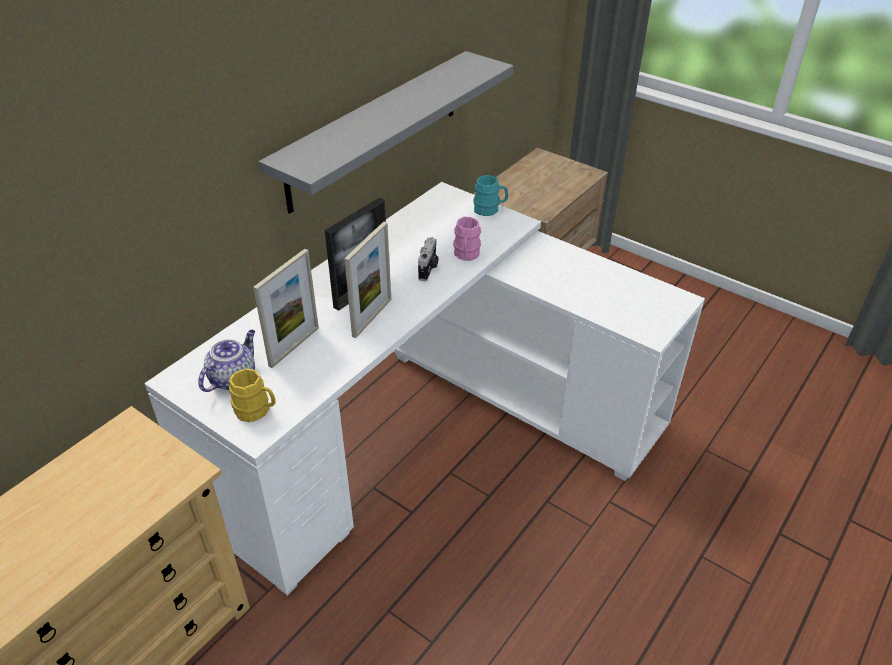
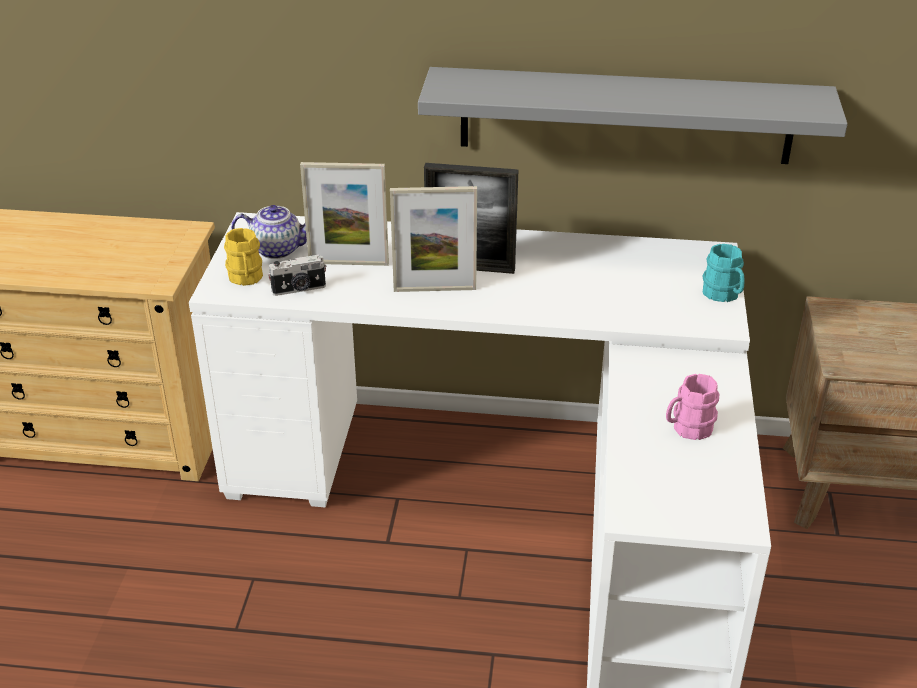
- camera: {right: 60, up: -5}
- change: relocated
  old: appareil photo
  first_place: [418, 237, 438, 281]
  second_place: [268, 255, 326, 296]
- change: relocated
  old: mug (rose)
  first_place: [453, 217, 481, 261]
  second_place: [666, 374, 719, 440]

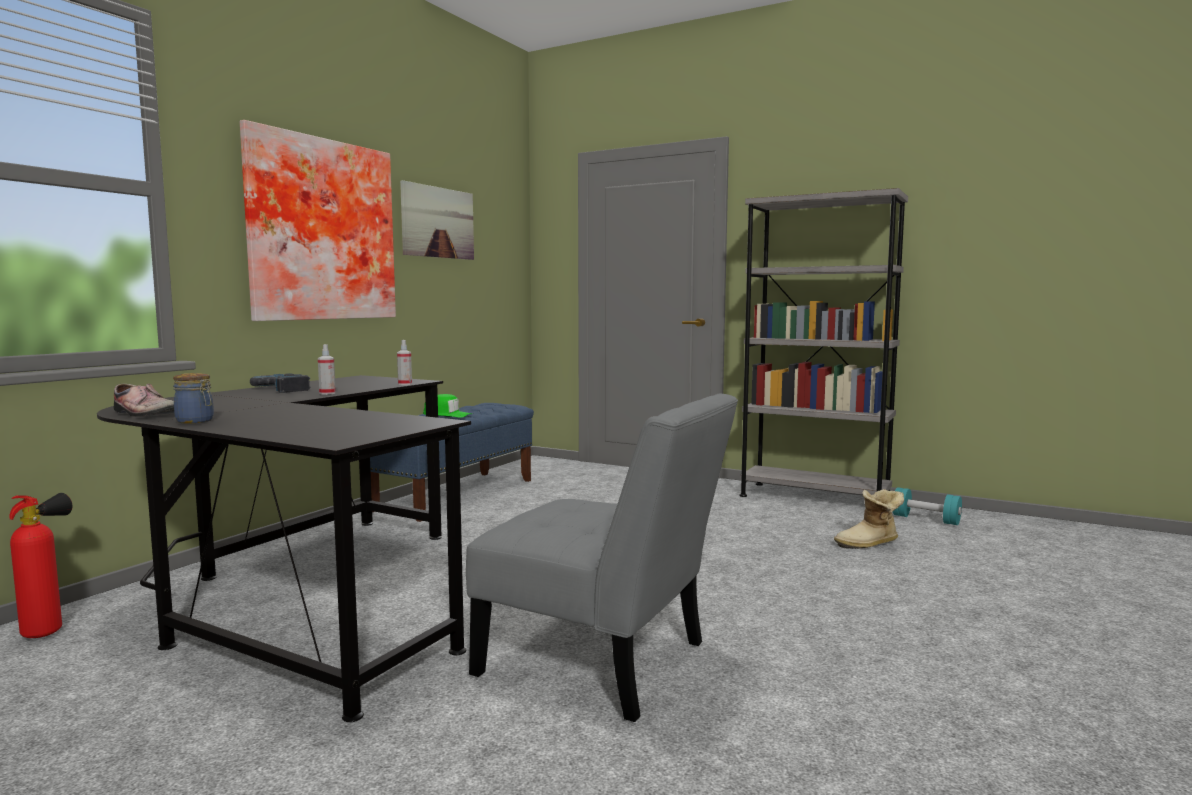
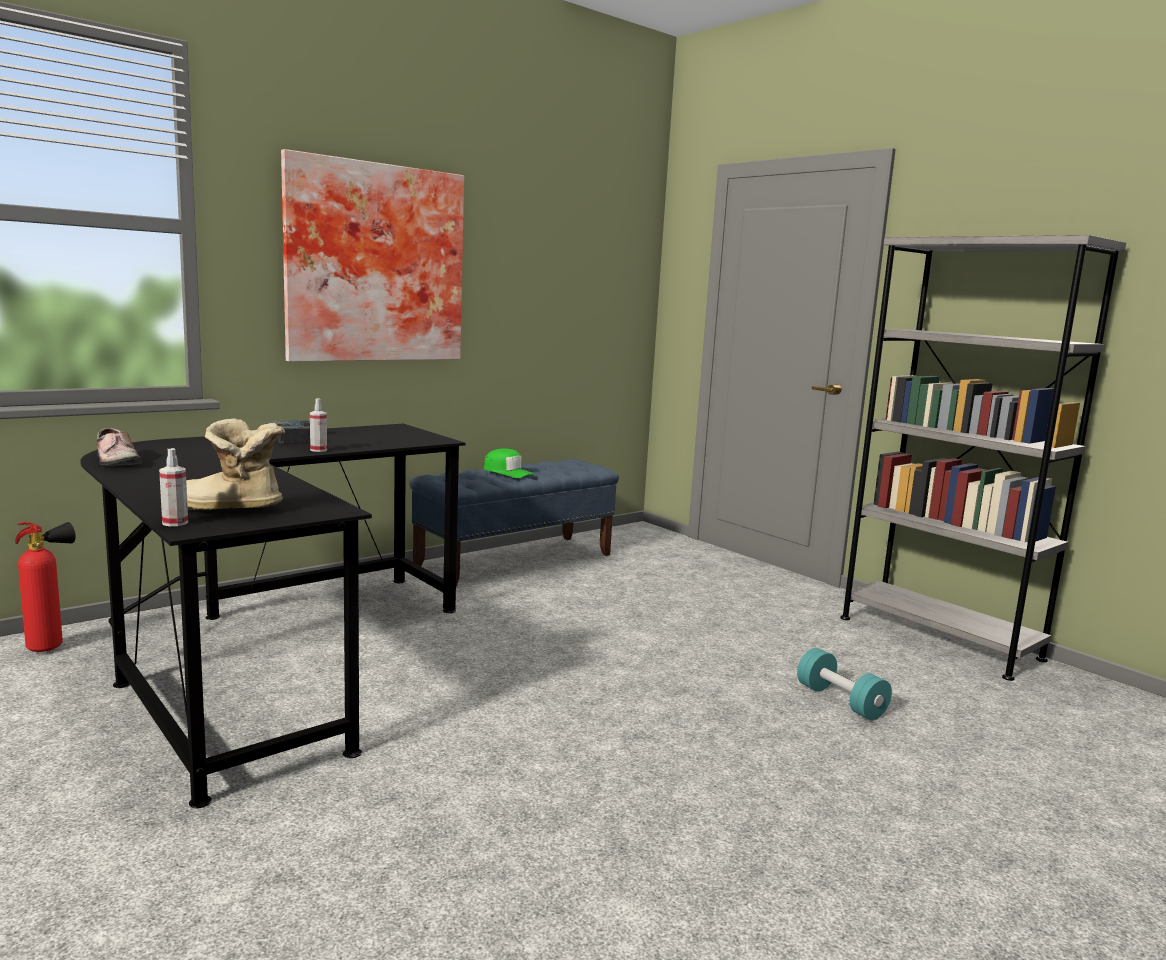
- camera: {right: 20, up: 5}
- change: relocated
  old: vaporisateur
  first_place: [397, 340, 412, 385]
  second_place: [159, 448, 188, 526]
- change: relocated
  old: botte
  first_place: [834, 489, 904, 549]
  second_place: [186, 418, 285, 510]
- change: relocated
  old: haltère (turquoise)
  first_place: [893, 487, 962, 525]
  second_place: [797, 648, 892, 720]
- change: missing
  old: bocal
  first_place: [173, 373, 214, 423]
- change: missing
  old: tableau
  first_place: [400, 180, 474, 260]
- change: missing
  old: chaise (gris)
  first_place: [466, 394, 738, 722]

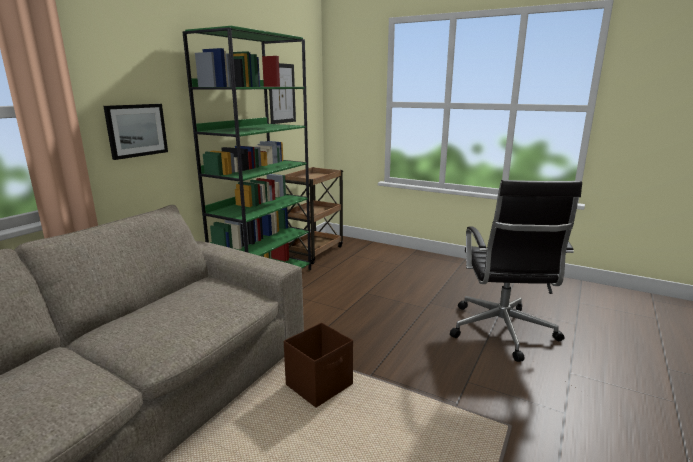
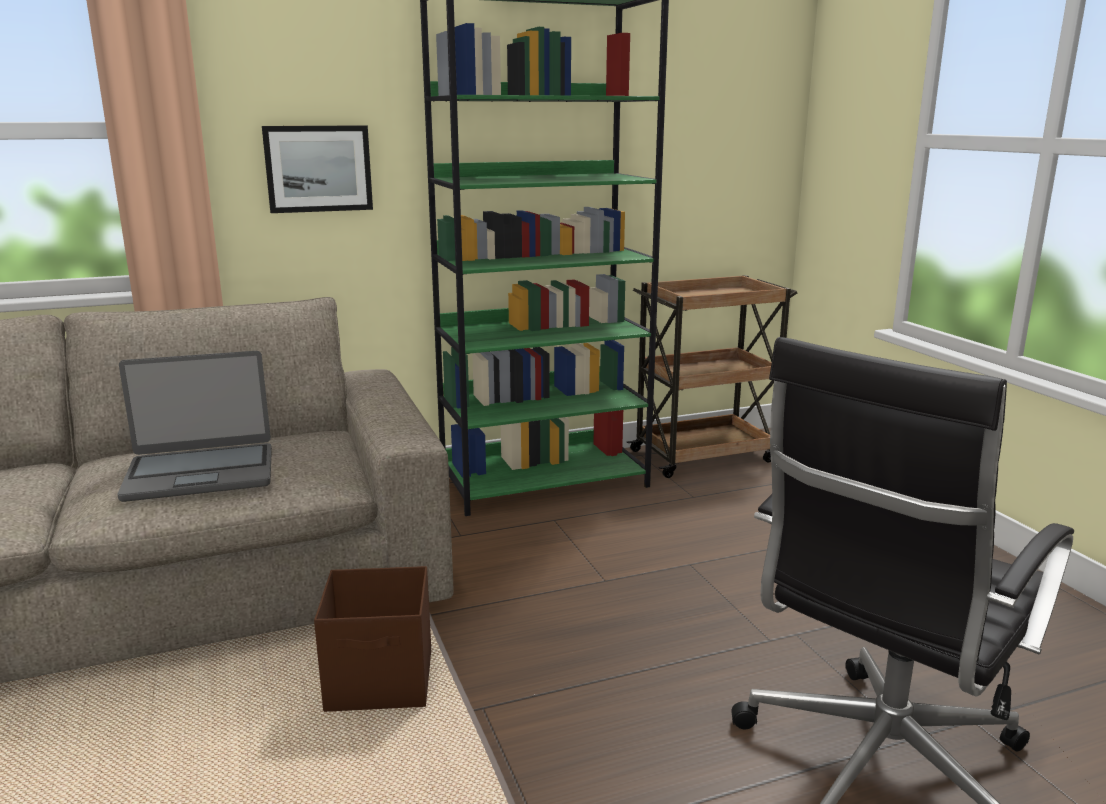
- camera: {right: 40, up: 0}
- change: appeared
  new: ordinateur portable
  second_place: [118, 351, 272, 502]
- change: missing
  old: tableau
  first_place: [269, 63, 296, 124]

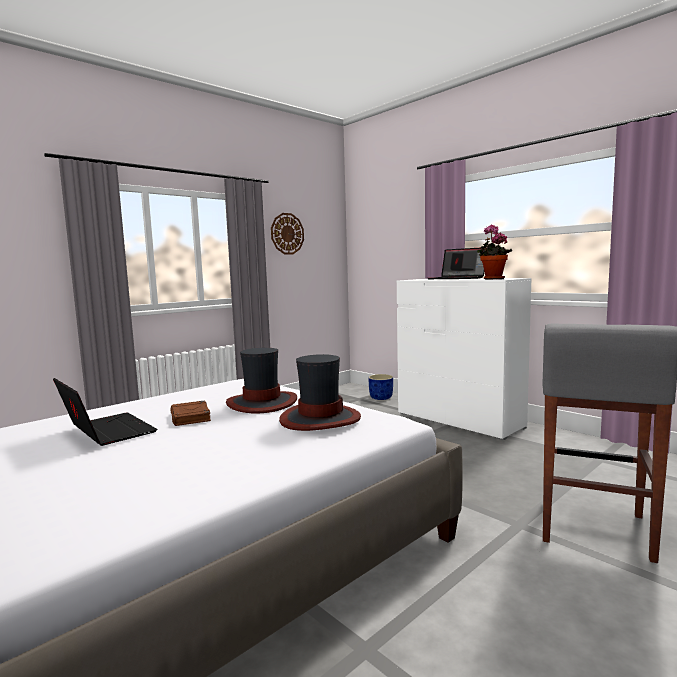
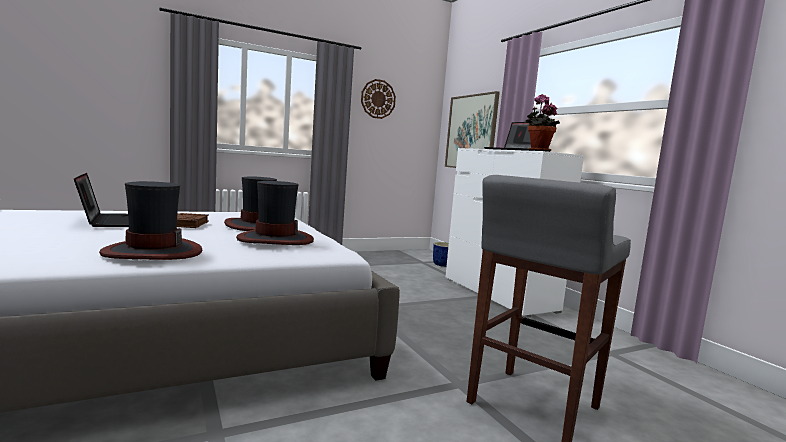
- camera: {right: 15, up: 0}
- change: appeared
  new: chapeau
  second_place: [99, 181, 202, 260]
- change: appeared
  new: tableau
  second_place: [445, 91, 500, 168]

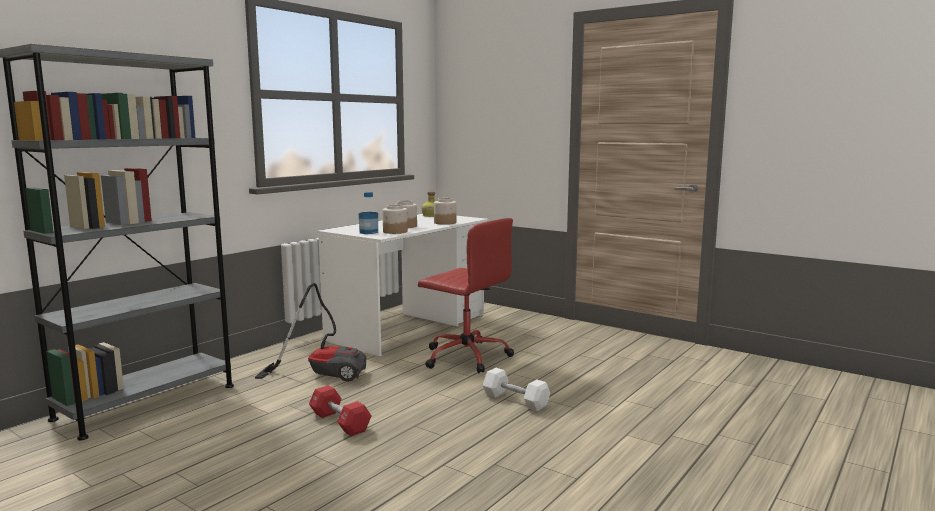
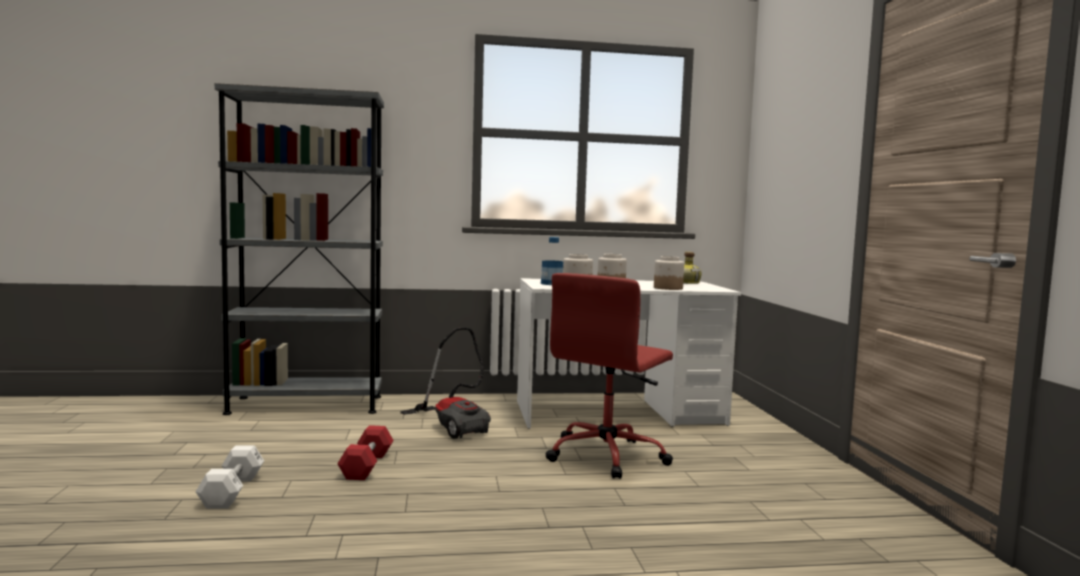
- camera: {right: 45, up: -5}
- change: relocated
  old: haltère (blanc)
  first_place: [483, 368, 550, 411]
  second_place: [196, 445, 264, 509]
- change: spun
  old: chaise de bureau (rouge)
  first_place: [418, 218, 514, 373]
  second_place: [546, 273, 673, 479]
  degrees: 45

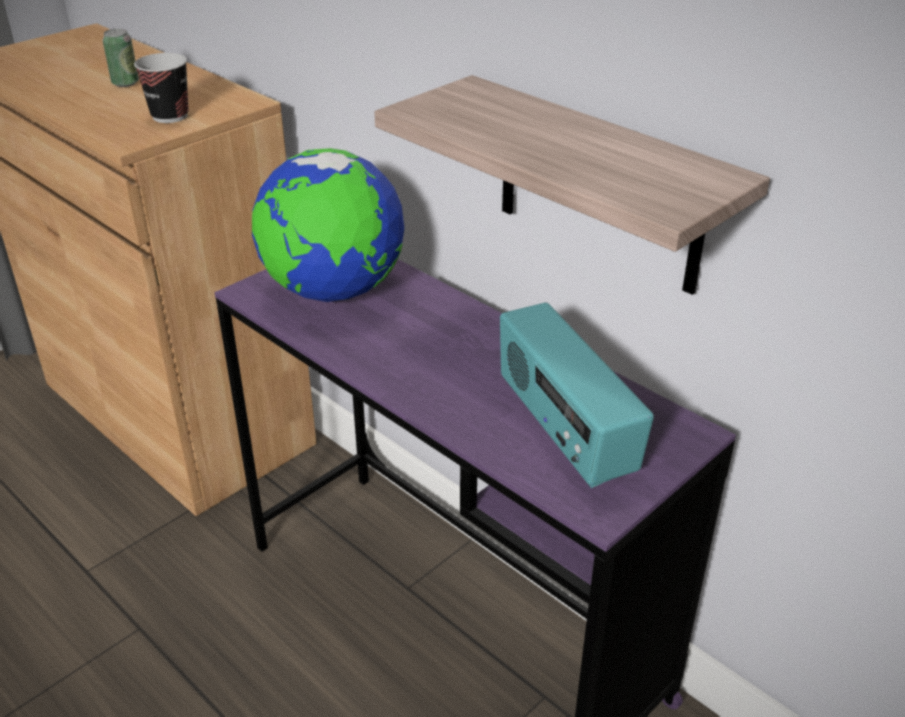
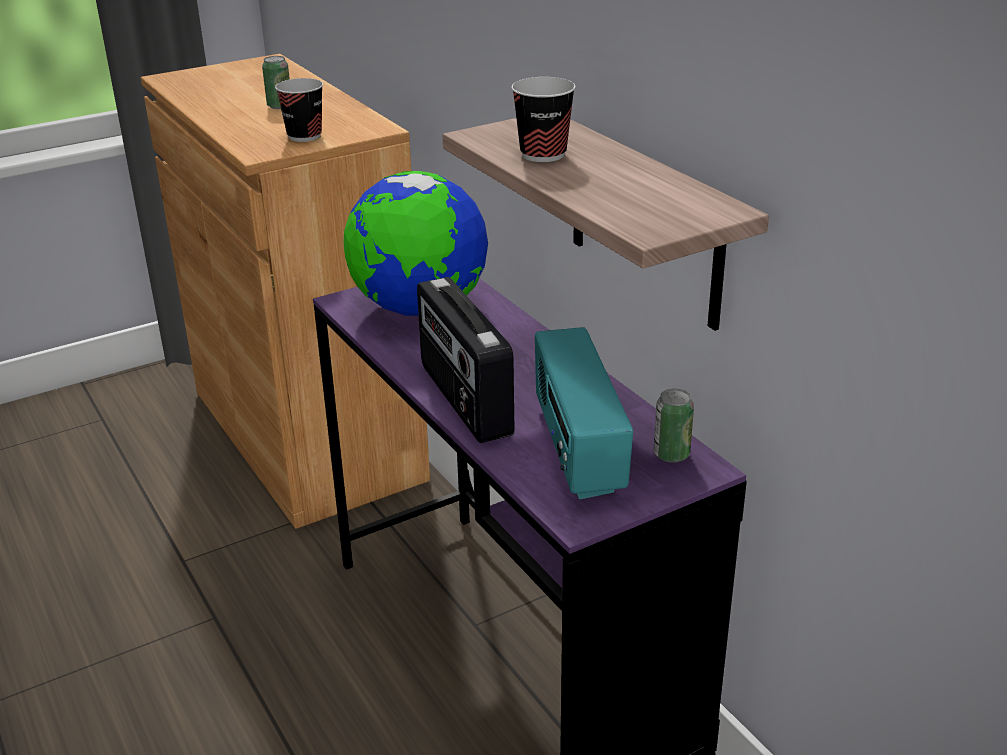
- camera: {right: 15, up: -5}
- change: appeared
  new: radio
  second_place: [417, 277, 515, 443]
- change: appeared
  new: tasse
  second_place: [511, 77, 576, 162]
- change: appeared
  new: boîte métallique
  second_place: [654, 389, 694, 462]

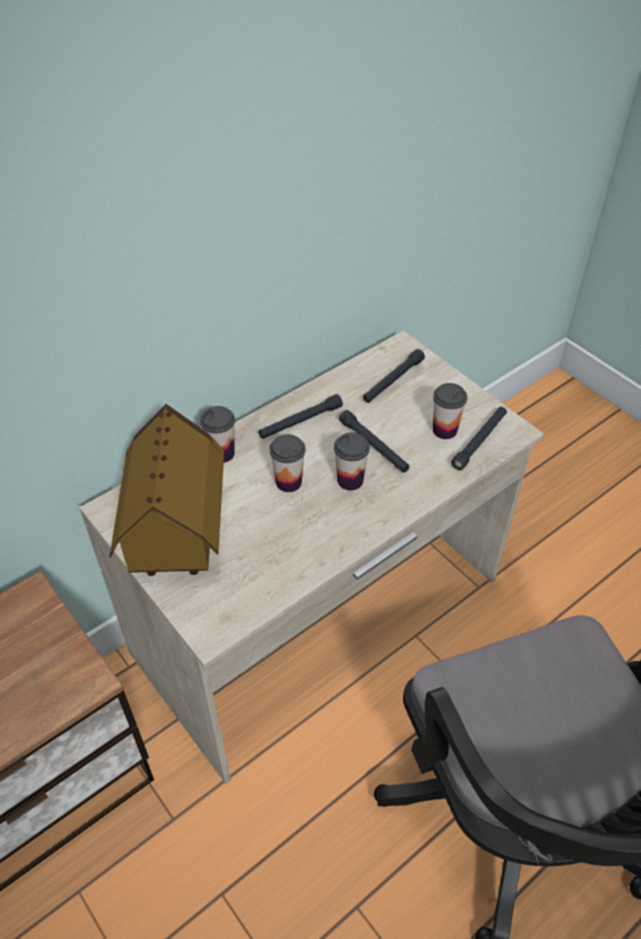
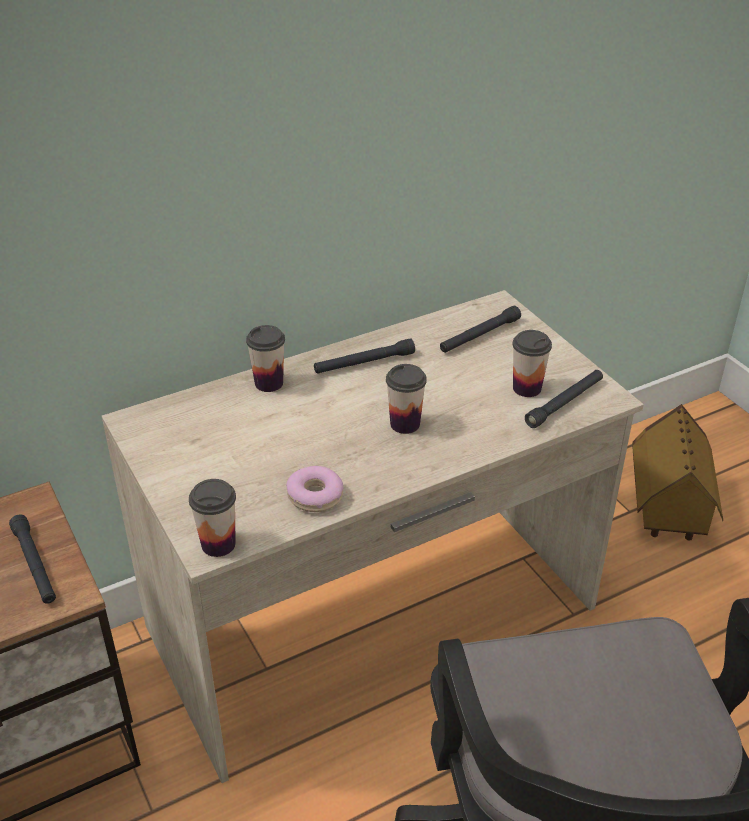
- camera: {right: 10, up: -10}
- change: relocated
  old: lampe de poche (noir)
  first_place: [339, 410, 409, 473]
  second_place: [9, 514, 56, 604]
- change: relocated
  old: tasse
  first_place: [270, 434, 306, 492]
  second_place: [189, 479, 236, 557]
- change: appeared
  new: beignet
  second_place: [286, 466, 343, 512]
- change: relocated
  old: maison miniature
  first_place: [109, 404, 224, 576]
  second_place: [632, 404, 723, 541]

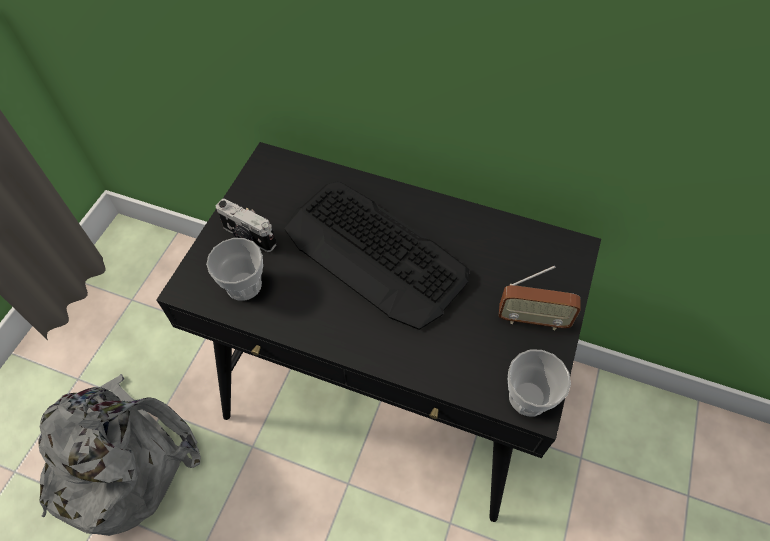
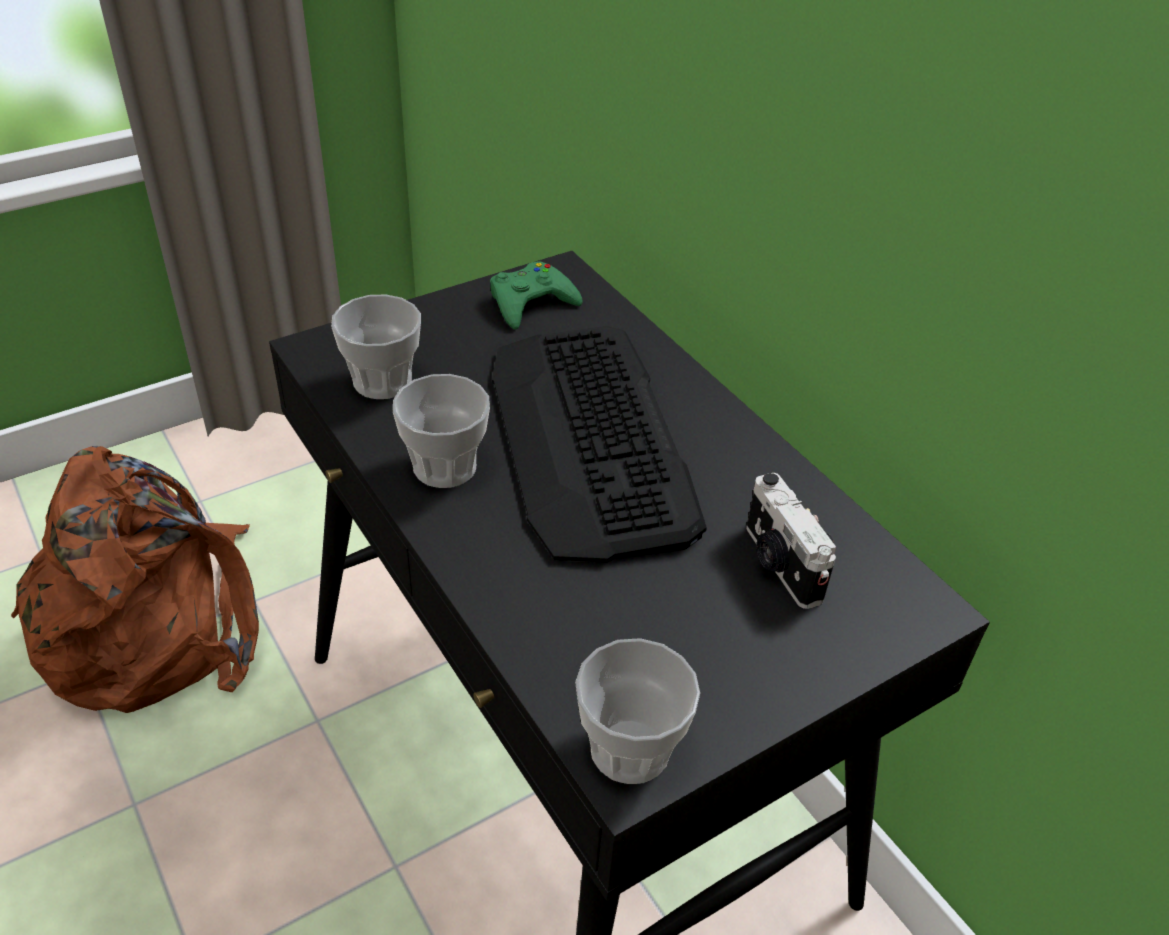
- camera: {right: 35, up: -15}
- change: colour
  old: sac à dos (gris)
  new: sac à dos (marron)
  first_place: [38, 374, 201, 536]
  second_place: [11, 446, 259, 713]
- change: appeared
  new: tasse
  second_place: [393, 374, 490, 488]
- change: appeared
  new: manette (vert)
  second_place: [490, 261, 582, 330]
- change: relocated
  old: appareil photo
  first_place: [216, 199, 276, 252]
  second_place: [746, 473, 836, 609]
- change: missing
  old: radio
  first_place: [499, 266, 580, 330]

